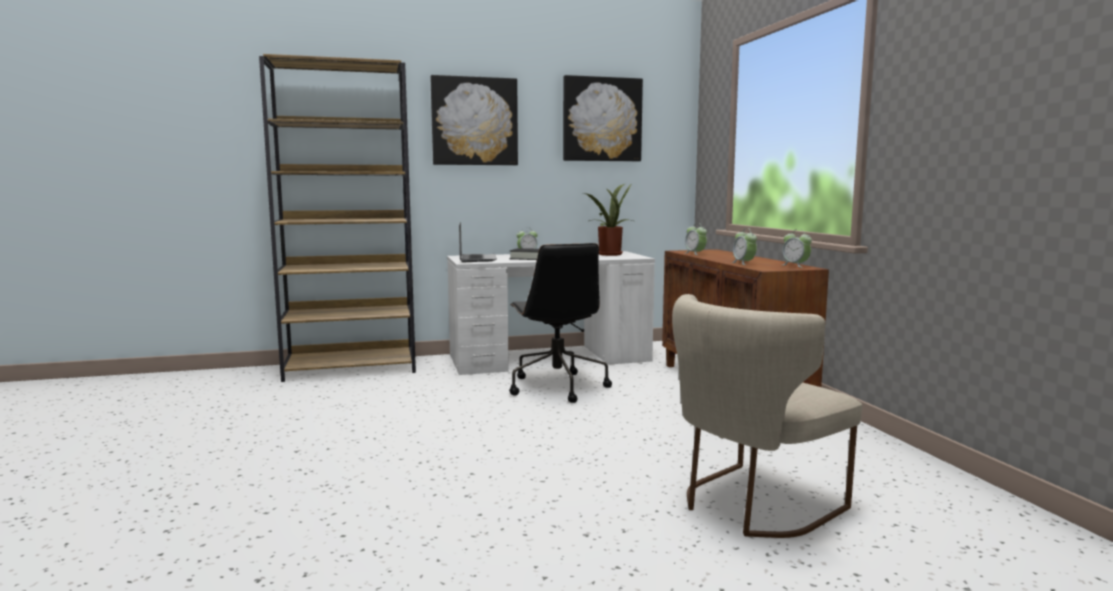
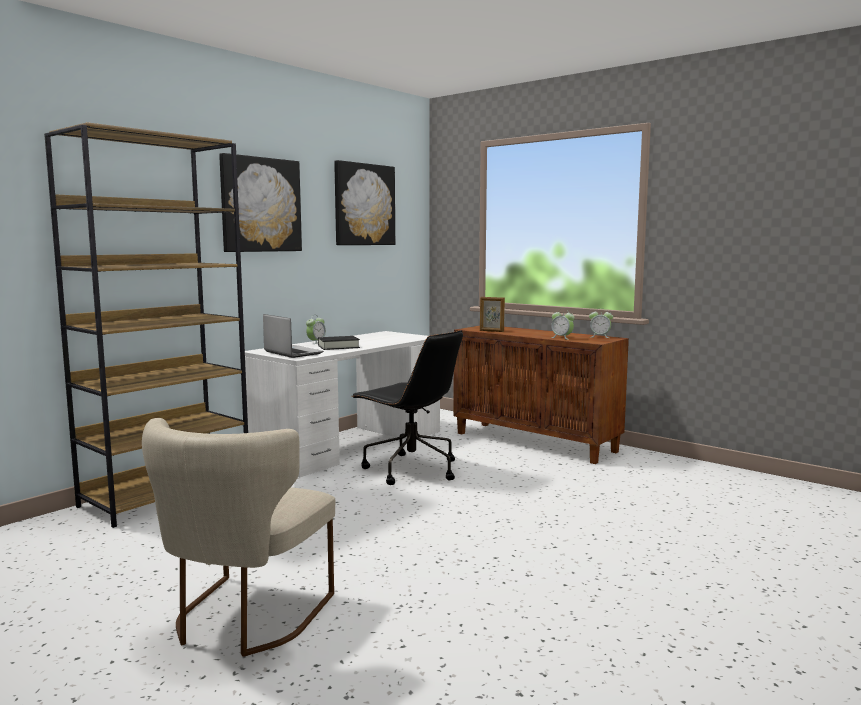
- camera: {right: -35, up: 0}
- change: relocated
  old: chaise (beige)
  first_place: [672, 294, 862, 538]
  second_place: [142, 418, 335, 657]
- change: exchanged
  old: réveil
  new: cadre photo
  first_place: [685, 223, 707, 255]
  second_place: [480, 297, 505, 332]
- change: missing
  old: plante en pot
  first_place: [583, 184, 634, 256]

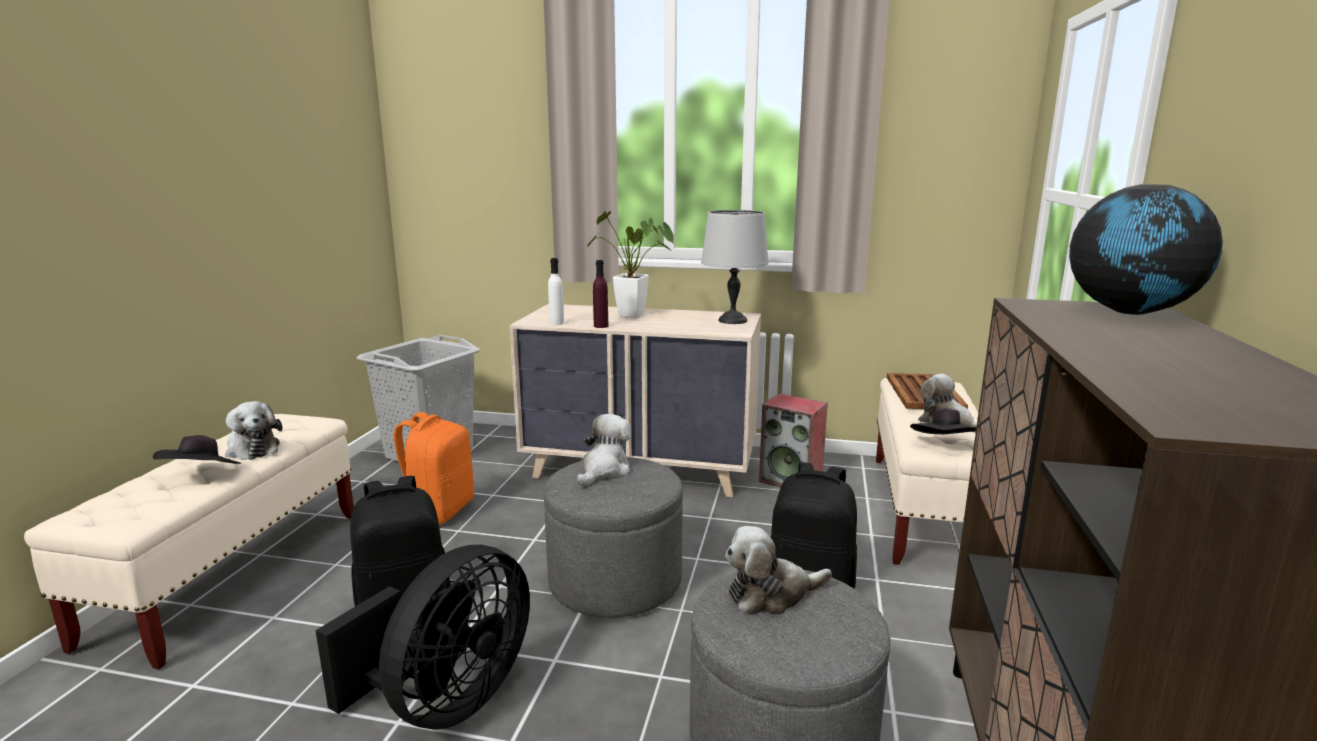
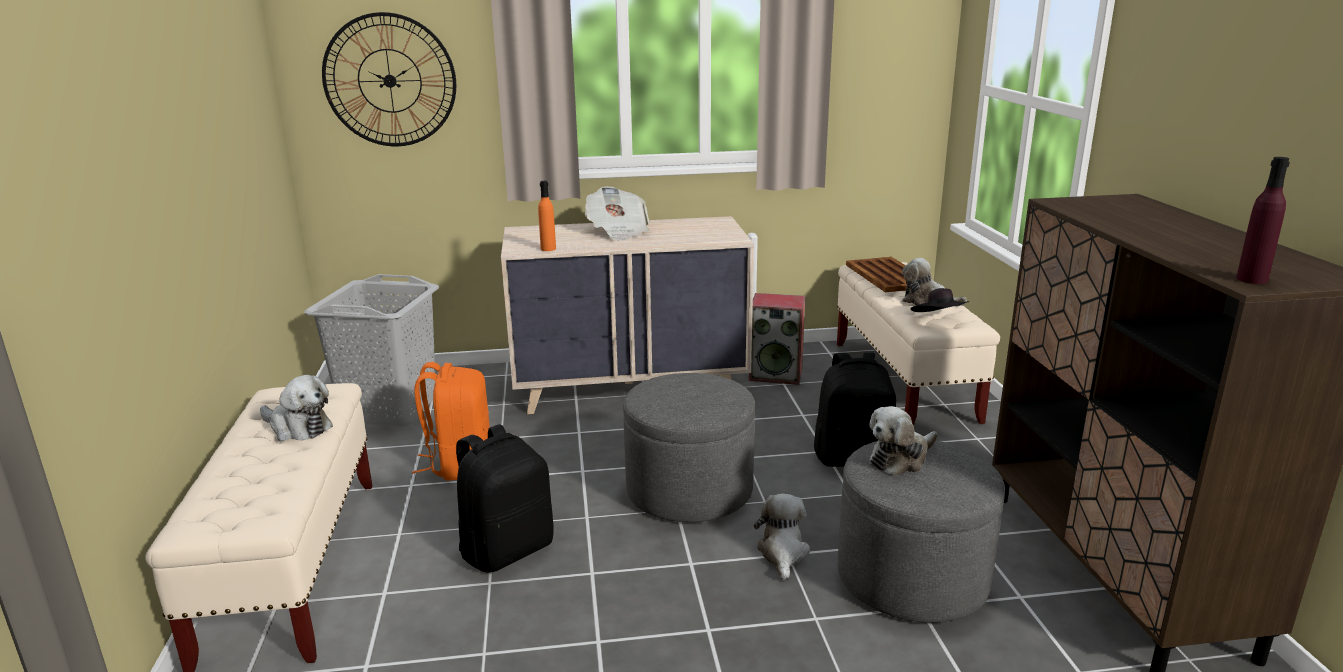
- camera: {right: -20, up: 5}
- change: appeared
  new: horloge murale
  second_place: [322, 12, 456, 146]
- change: colour
  old: bouteille (blanc)
  new: bouteille (orange)
  first_place: [548, 258, 564, 325]
  second_place: [538, 181, 556, 251]
- change: exchanged
  old: plante en pot
  new: journal
  first_place: [588, 211, 674, 318]
  second_place: [585, 186, 649, 241]
- change: relocated
  old: peluche
  first_place: [577, 414, 631, 486]
  second_place: [754, 493, 810, 580]
- change: relocated
  old: bouteille (violet)
  first_place: [593, 260, 609, 328]
  second_place: [1236, 157, 1290, 284]
- change: missing
  old: chapeau (noir)
  first_place: [153, 435, 241, 464]
- change: missing
  old: ventilateur (noir)
  first_place: [315, 545, 530, 730]
- change: missing
  old: lampe de table (gris)
  first_place: [701, 210, 769, 324]
- change: missing
  old: globe
  first_place: [1069, 184, 1223, 315]

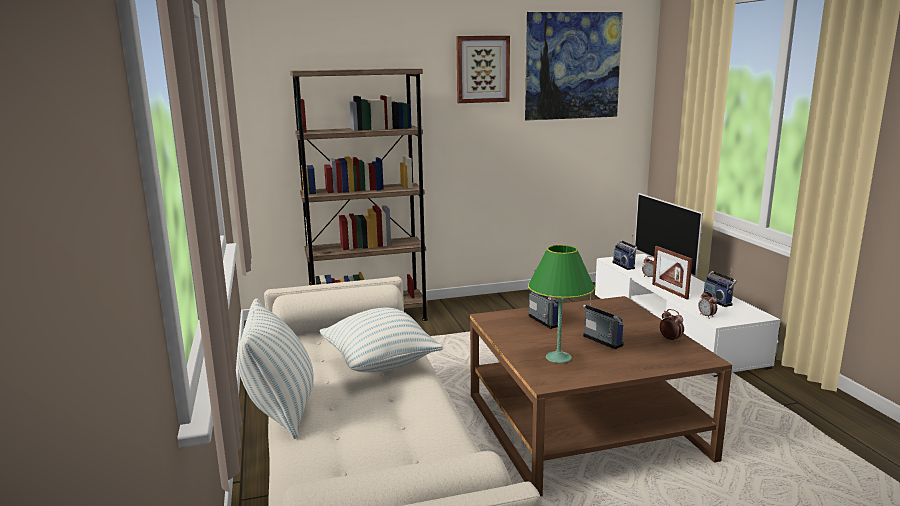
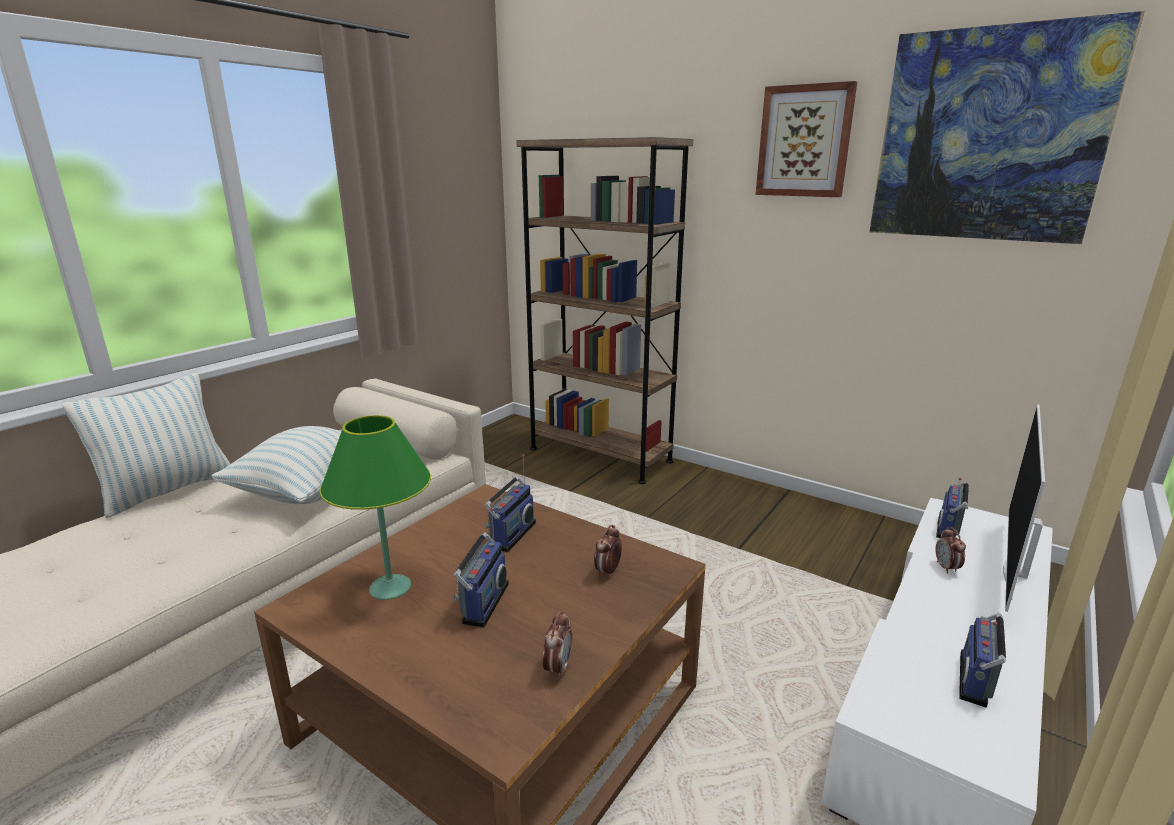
- camera: {right: 50, up: 5}
- change: relocated
  old: réveil
  first_place: [698, 291, 717, 318]
  second_place: [594, 525, 622, 578]
- change: missing
  old: cadre photo
  first_place: [652, 246, 692, 299]

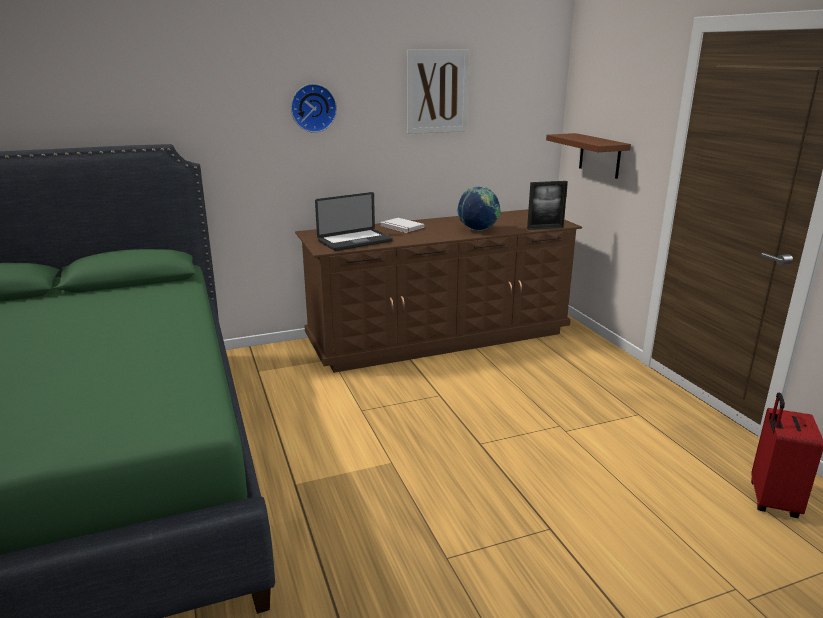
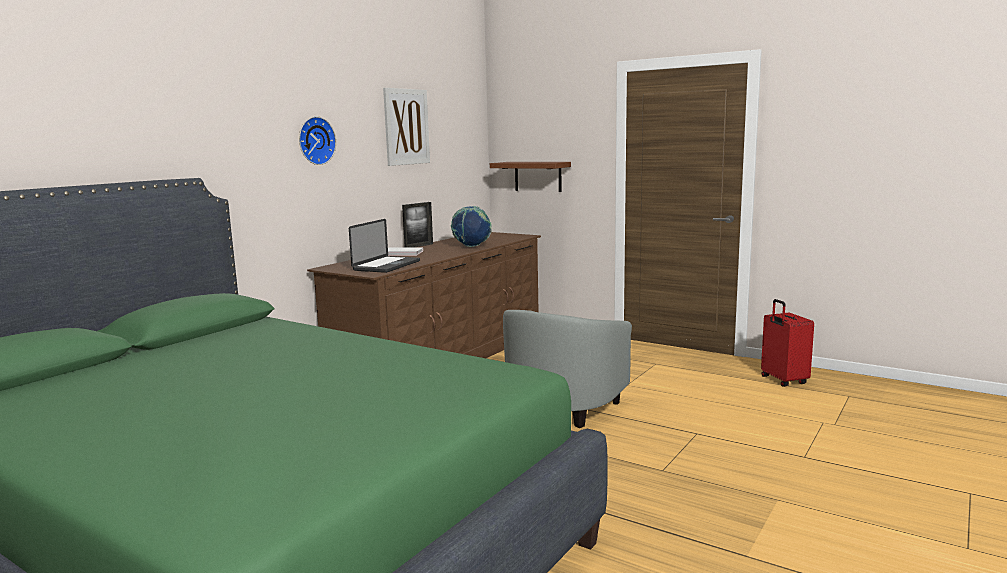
- camera: {right: -35, up: -10}
- change: relocated
  old: cadre photo
  first_place: [527, 181, 568, 230]
  second_place: [402, 202, 433, 248]
- change: appeared
  new: fauteuil (gris)
  second_place: [503, 310, 632, 428]

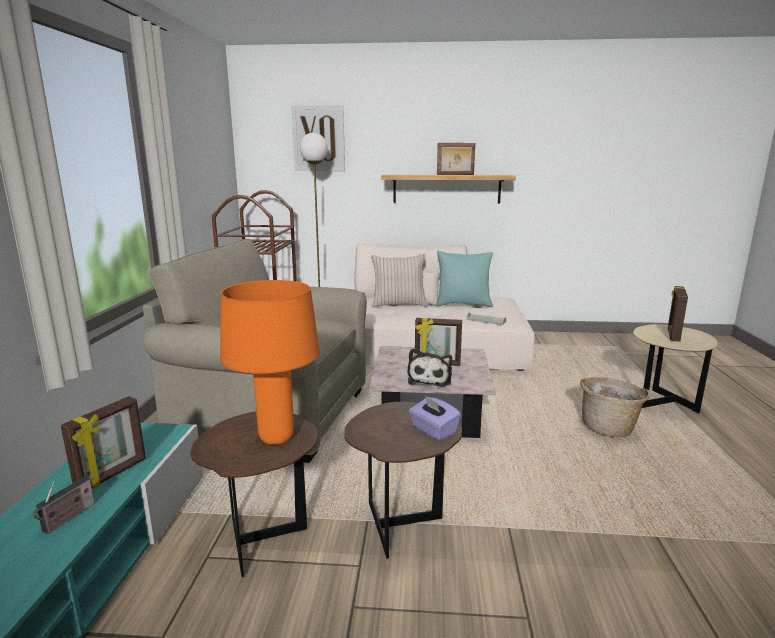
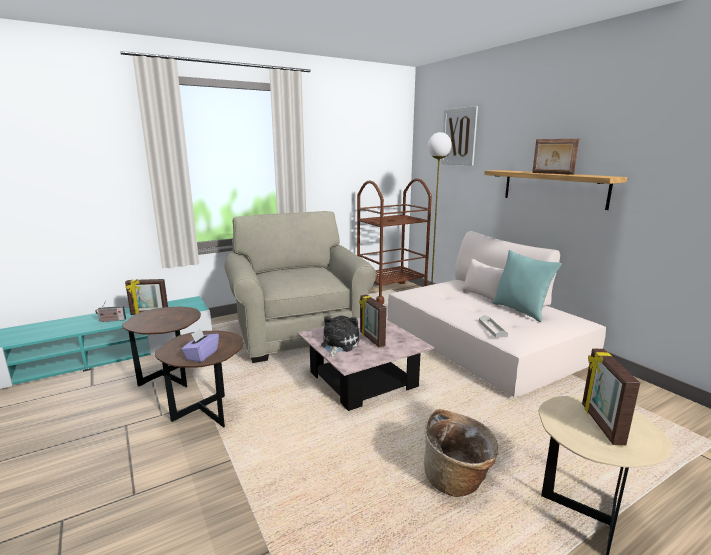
- camera: {right: 55, up: 0}
- change: spun
  old: peluche
  first_place: [408, 349, 452, 387]
  second_place: [321, 316, 359, 357]
  degrees: 135
- change: spun
  old: cadre photo
  first_place: [668, 286, 688, 342]
  second_place: [582, 348, 640, 446]
  degrees: -75
- change: missing
  old: lampe de table (orange)
  first_place: [220, 280, 320, 445]
- change: missing
  old: coussin (beige)
  first_place: [371, 254, 428, 307]

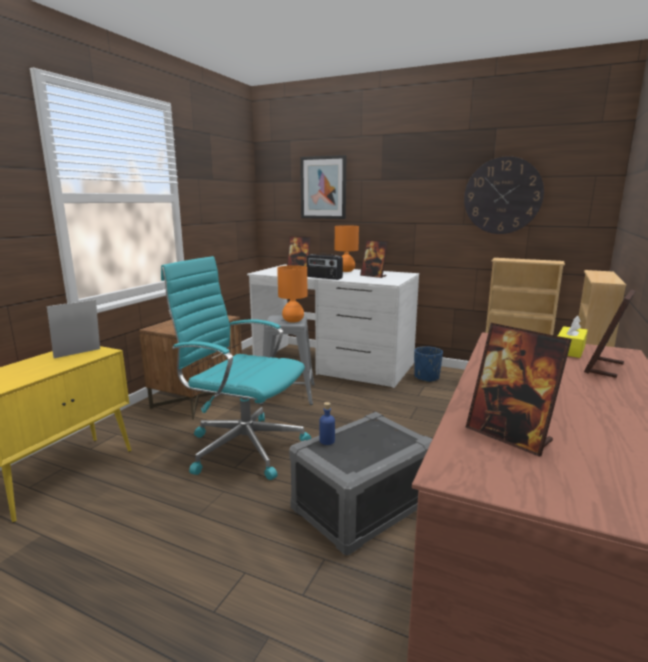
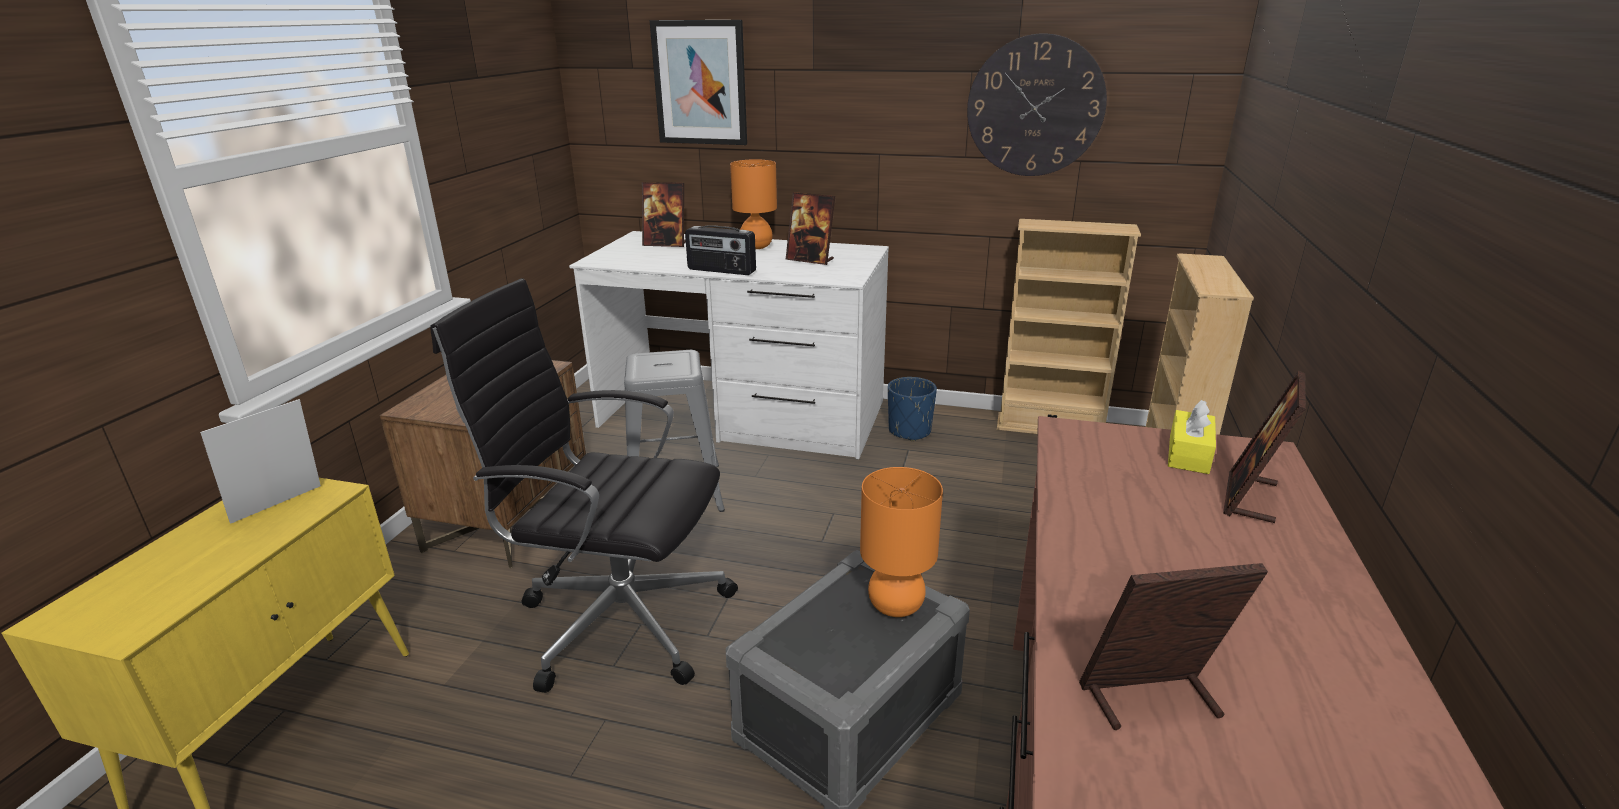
- camera: {right: -10, up: 10}
- change: colour
  old: chaise de bureau (turquoise)
  new: chaise de bureau (noir)
  first_place: [161, 256, 311, 480]
  second_place: [430, 278, 738, 693]
- change: relocated
  old: lampe de table (orange)
  first_place: [277, 265, 307, 323]
  second_place: [860, 467, 943, 617]
- change: spun
  old: cadre photo
  first_place: [466, 323, 572, 457]
  second_place: [1079, 563, 1268, 730]
  degrees: 135
- change: missing
  old: bouteille (bleu)
  first_place: [319, 402, 335, 445]

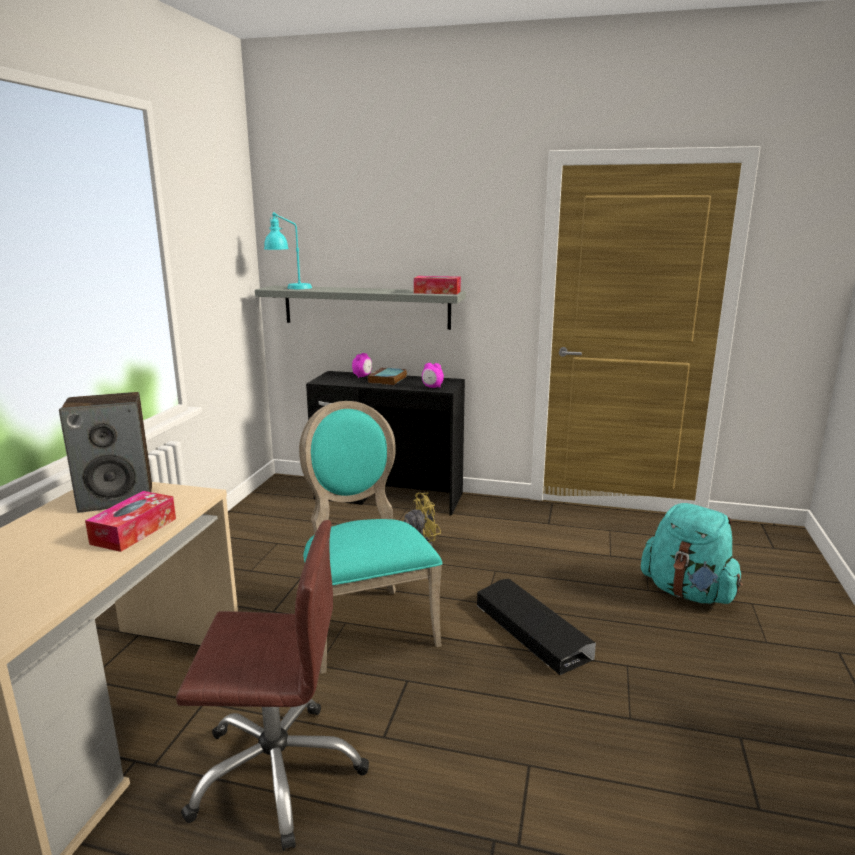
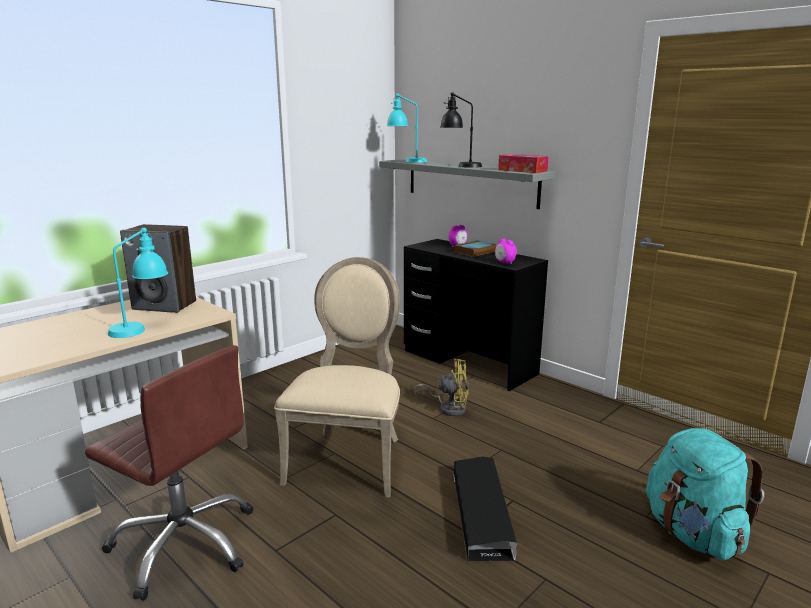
- camera: {right: 30, up: 0}
- change: exchanged
  old: boîte à mouchoirs
  new: lampe de table (turquoise)
  first_place: [85, 491, 176, 552]
  second_place: [108, 228, 168, 338]
- change: colour
  old: chaise (turquoise)
  new: chaise (beige)
  first_place: [299, 401, 442, 674]
  second_place: [274, 257, 400, 498]
- change: appeared
  new: lampe de table (noir)
  second_place: [441, 92, 482, 168]

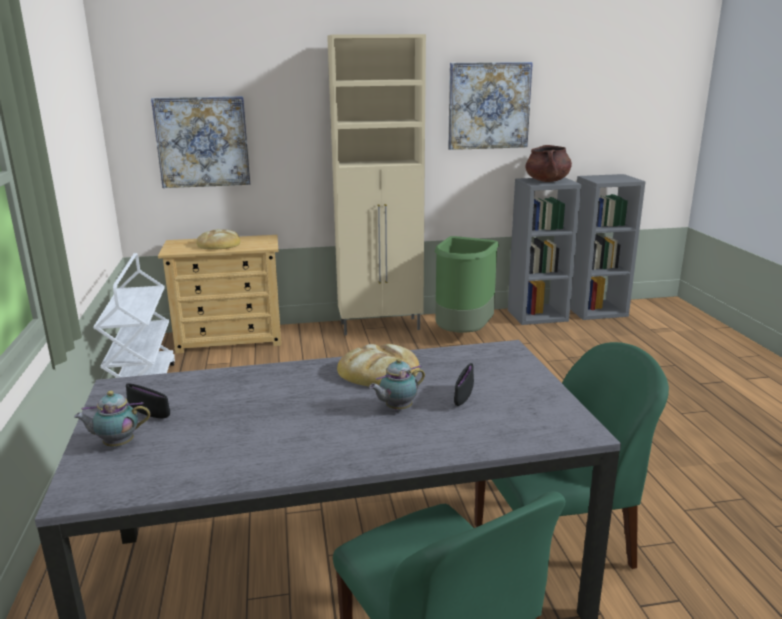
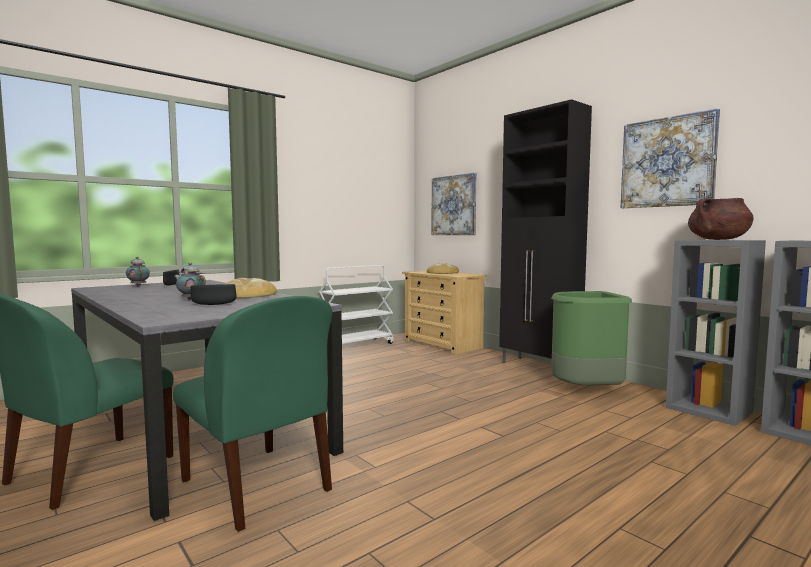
- camera: {right: 60, up: -15}
- change: colour
  old: meuble de rangement (beige)
  new: meuble de rangement (noir)
  first_place: [327, 34, 426, 335]
  second_place: [499, 99, 592, 363]

